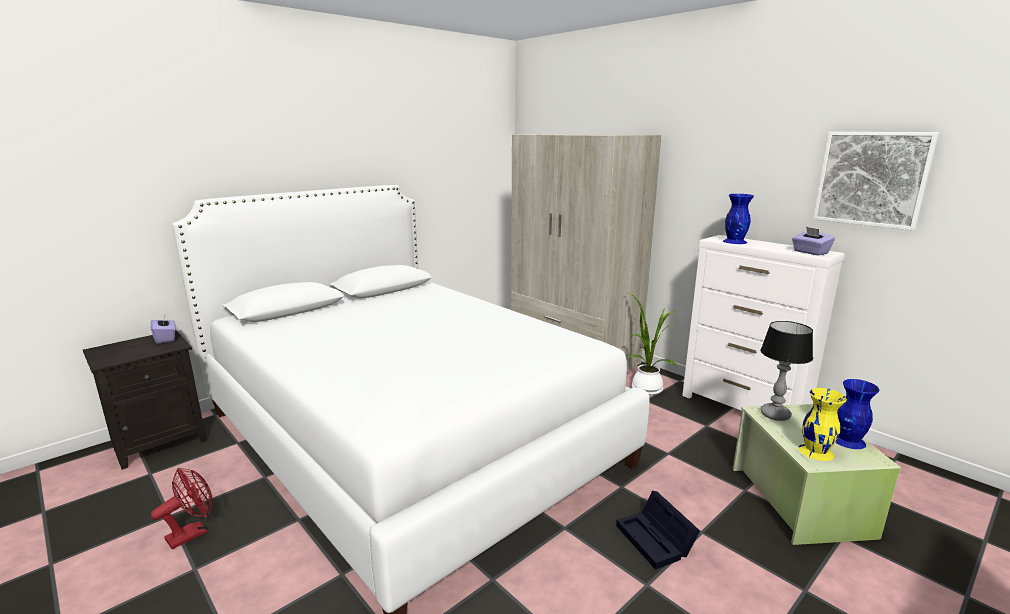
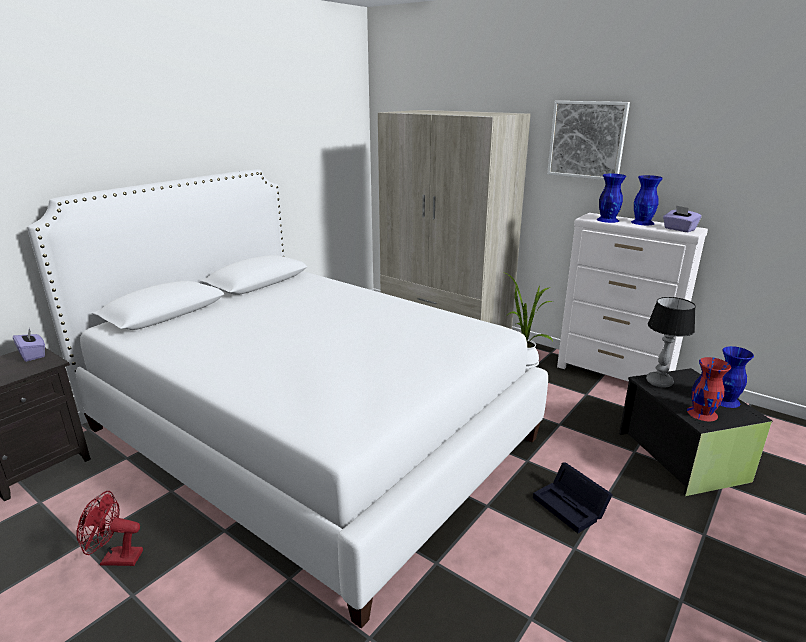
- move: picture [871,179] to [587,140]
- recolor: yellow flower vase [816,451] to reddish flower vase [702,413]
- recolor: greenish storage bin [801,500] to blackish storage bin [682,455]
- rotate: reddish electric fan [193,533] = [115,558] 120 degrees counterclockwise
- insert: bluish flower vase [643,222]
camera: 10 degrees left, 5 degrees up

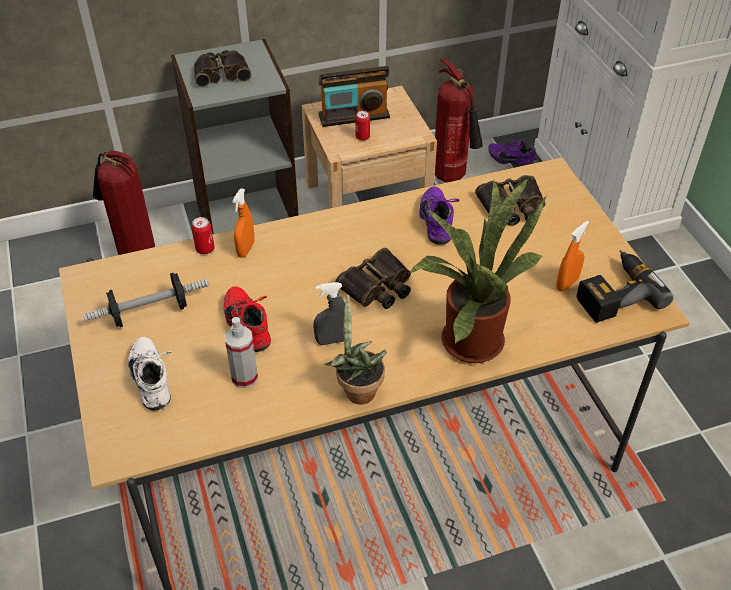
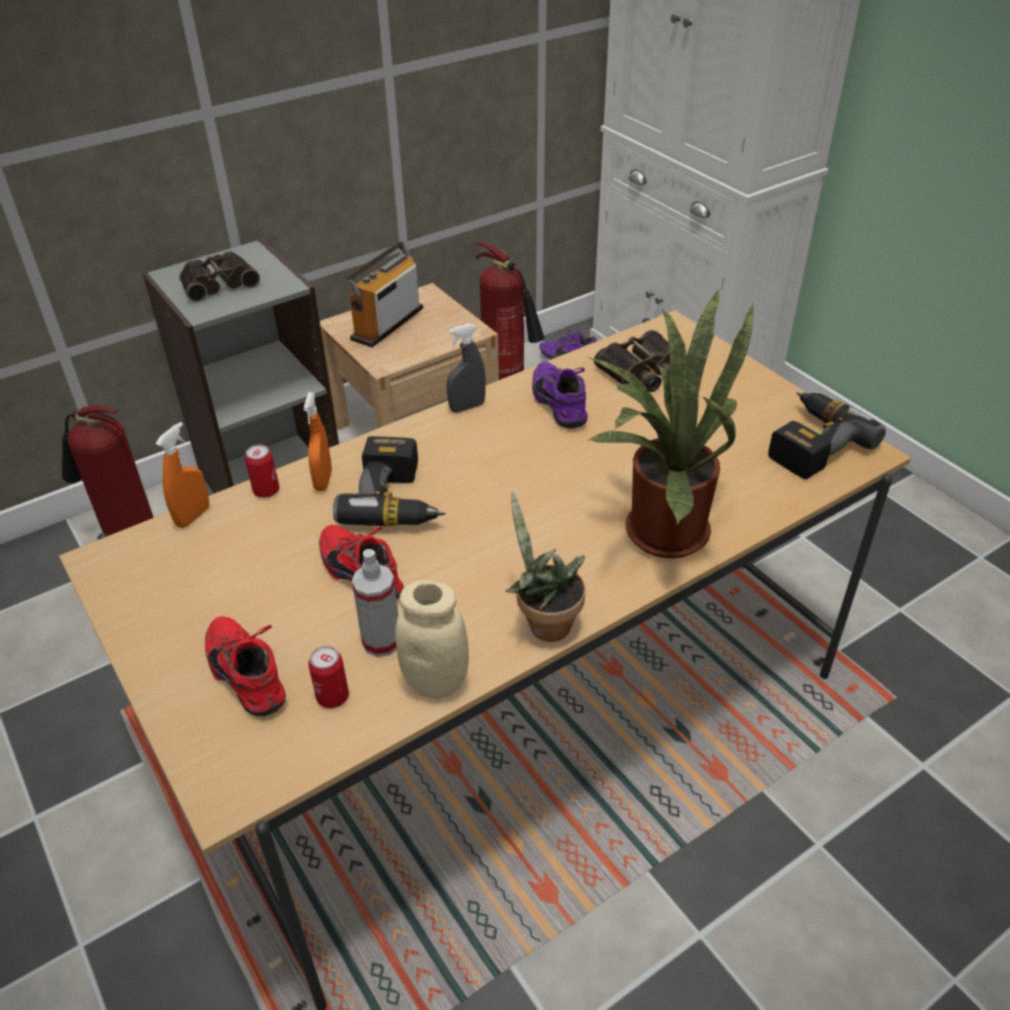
- rotate: radio set [354,116] = [387,324] 150 degrees clockwise
- move: sealed can [362,137] to [332,697]
- move: orangey sprayer [567,284] to [193,516]
- delete: pair of binoculars [378,287]
- delete: free weight [150,312]
- move: grey sprayer [332,340] to [467,407]
- recolor: whitish low shoe [154,380] to reddish low shoe [251,674]
- insert: electric drill [398,498]
- insert: beige preserve jar [435,681]
camera: 15 degrees left, 5 degrees down

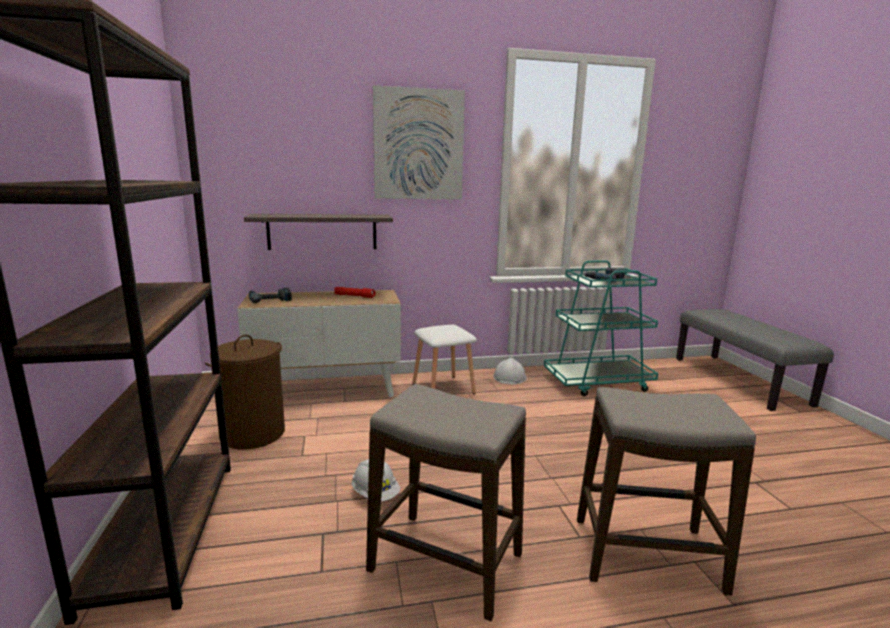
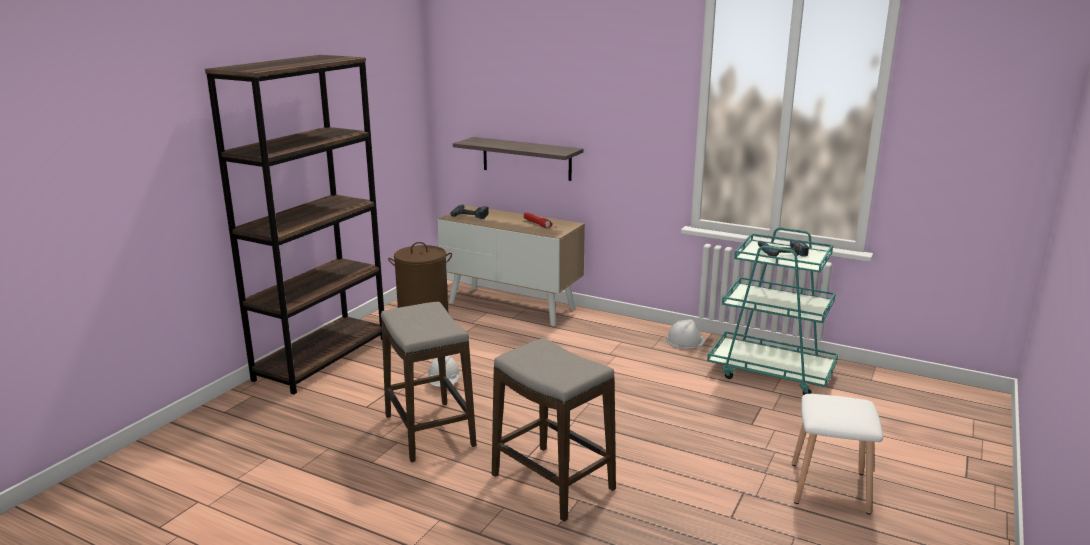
- delete: picture [418,145]
- delete: grey bench [740,381]
- move: whitish stool [444,388] to [831,487]
camera: 40 degrees right, 5 degrees up

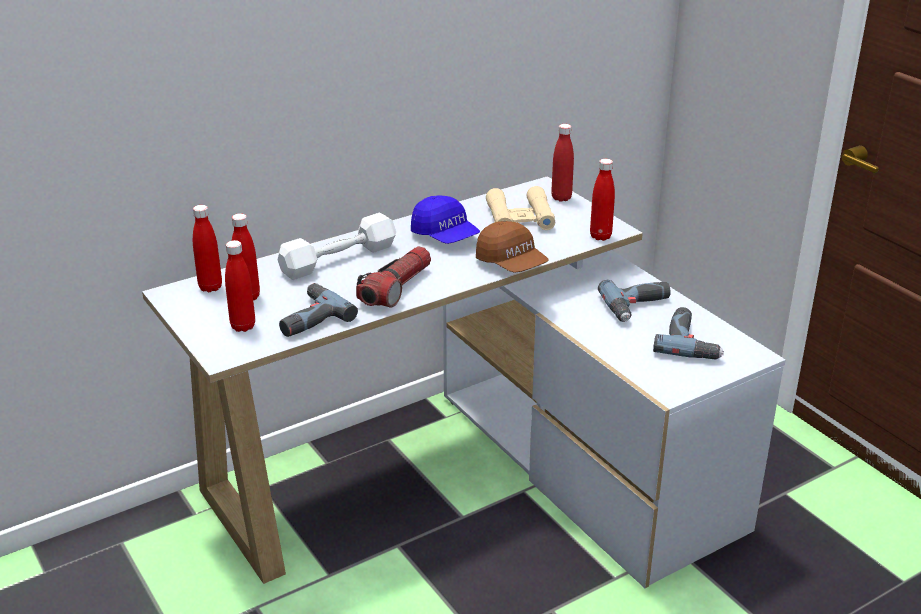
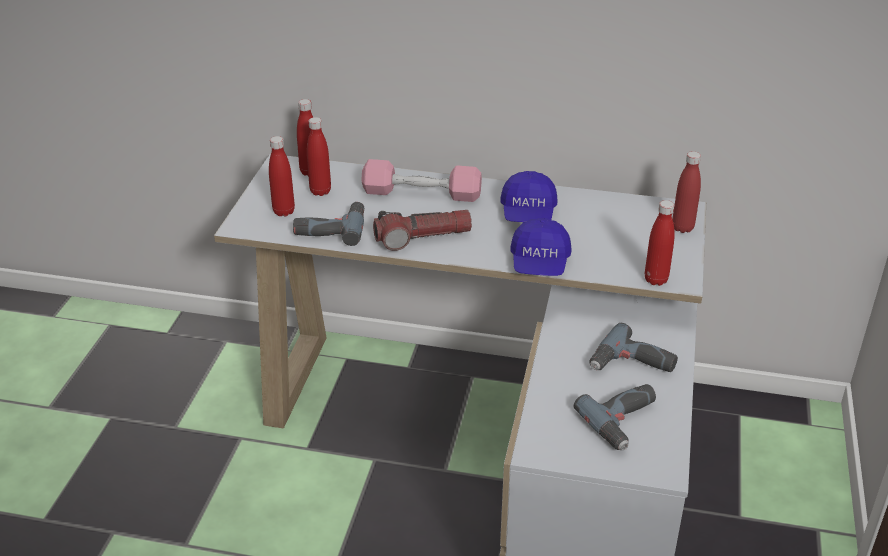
- delete: beige pair of binoculars [520,218]
- recolor: whitish free weight [338,259] to pink-coloured free weight [421,193]
- recolor: brown-coloured cap [511,264] to bluish cap [539,264]
camera: 45 degrees right, 5 degrees up

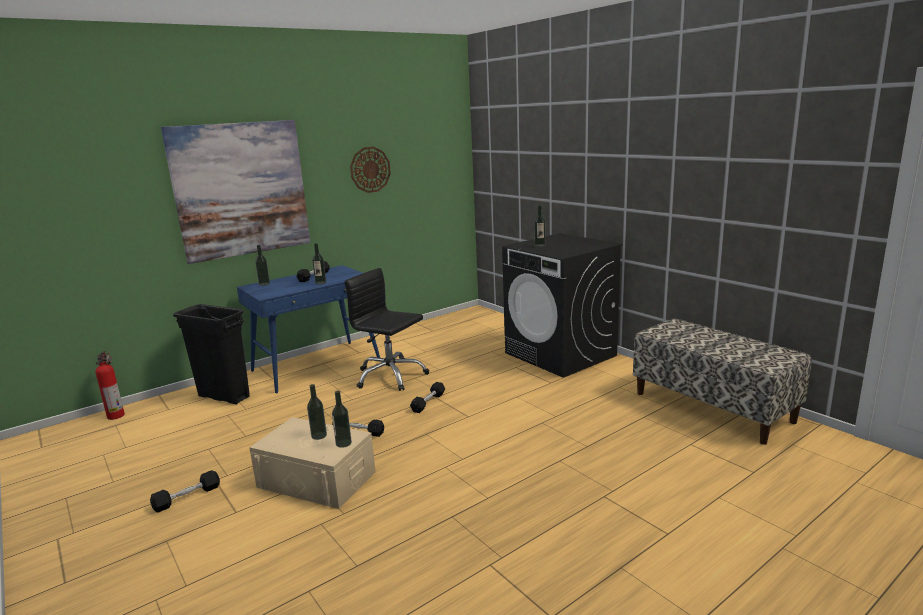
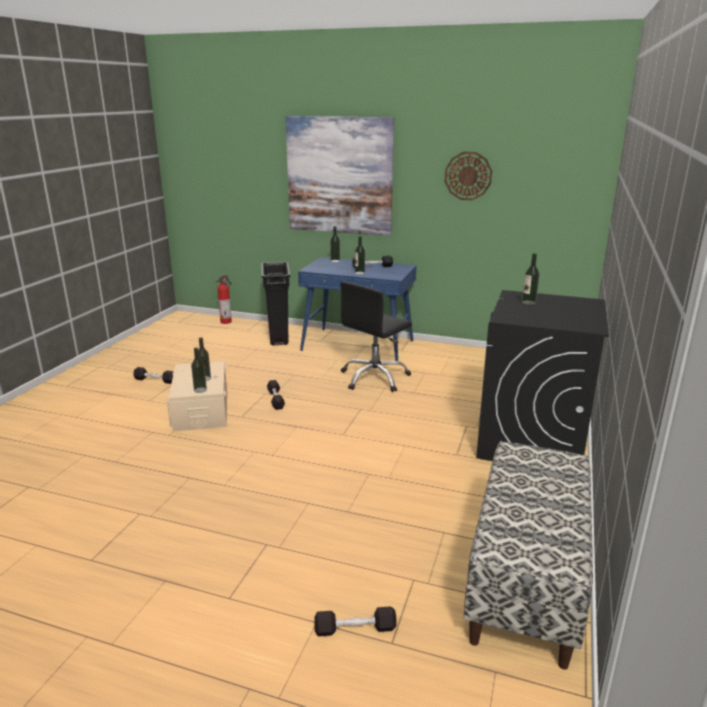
- rotate: blackish computer chair [390,376] = [375,378] 135 degrees counterclockwise
- move: blackish free weight [428,402] to [355,629]
camera: 55 degrees right, 5 degrees up

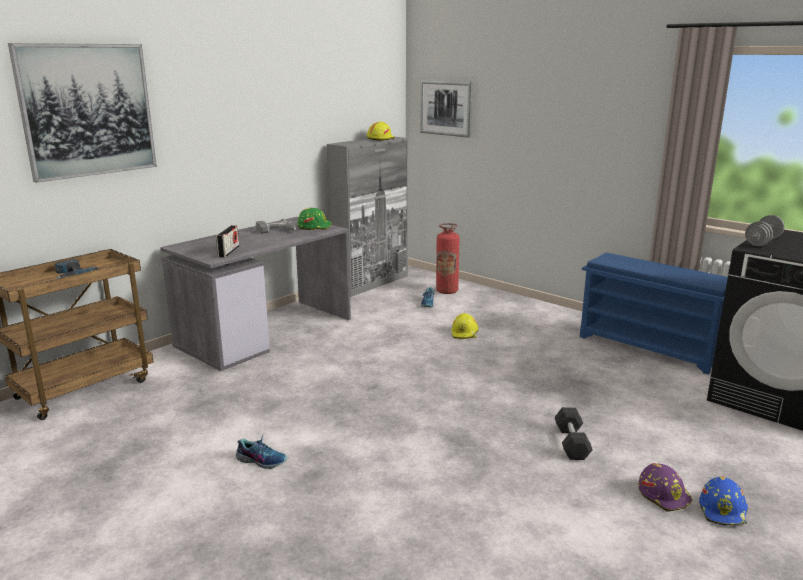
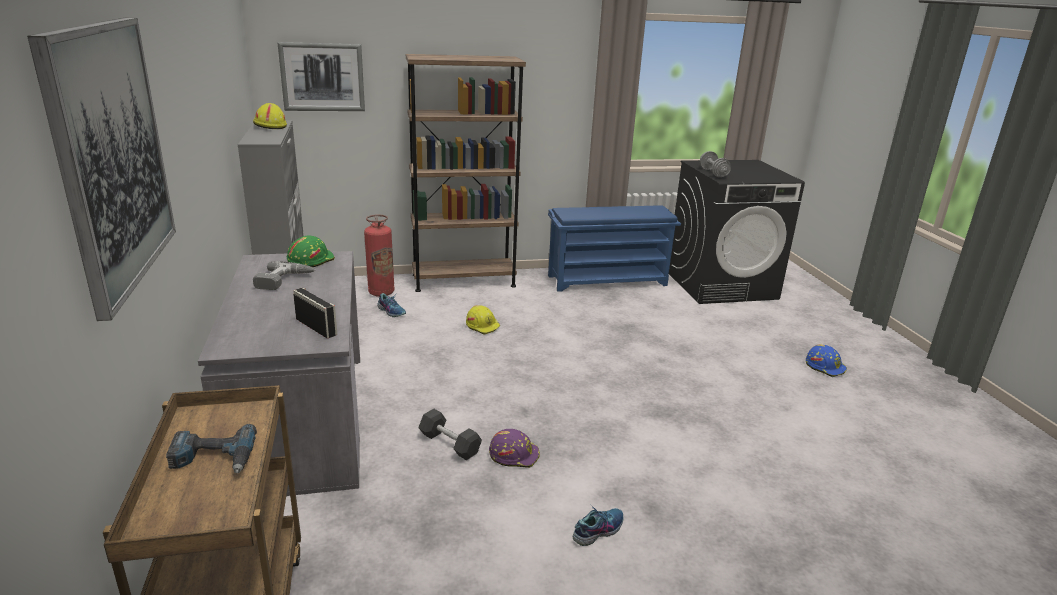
- move: blackish free weight [571,443] to [449,444]
- move: purplish hard hat [664,495] to [514,455]
- insert: brown-coloured bookcase [463,280]
camera: 55 degrees left, 5 degrees up

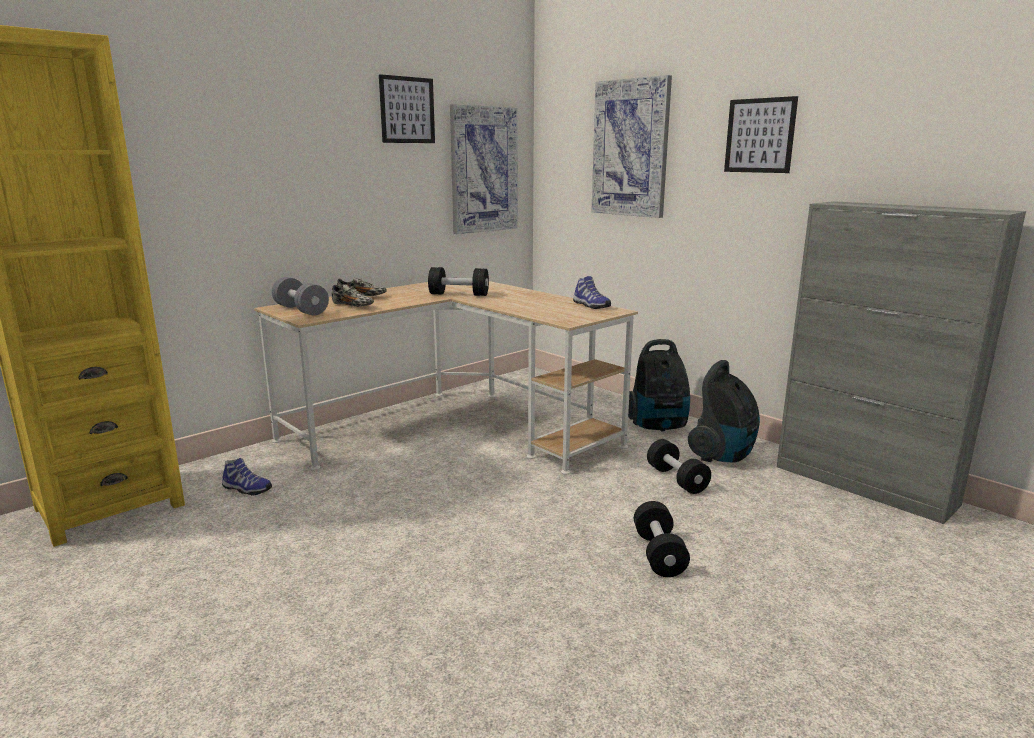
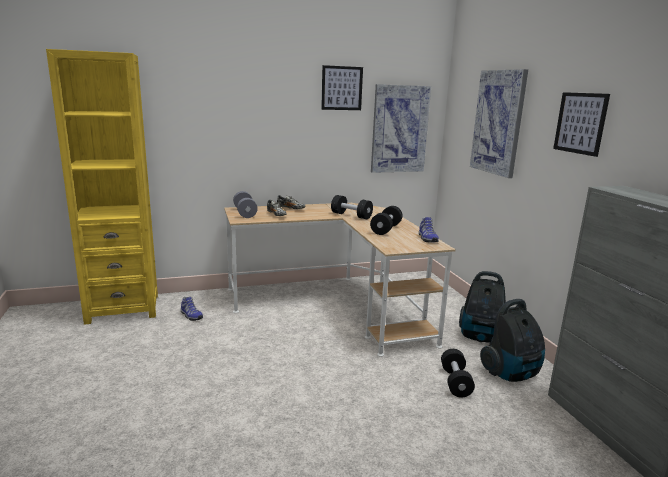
- move: blackish free weight [659,554] to [386,229]
camera: 25 degrees right, 0 degrees up

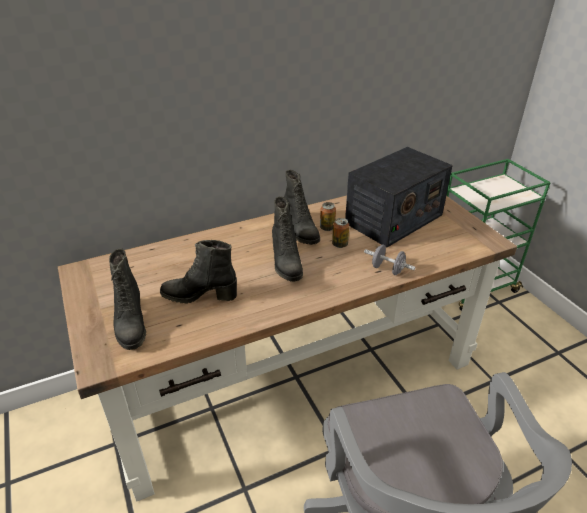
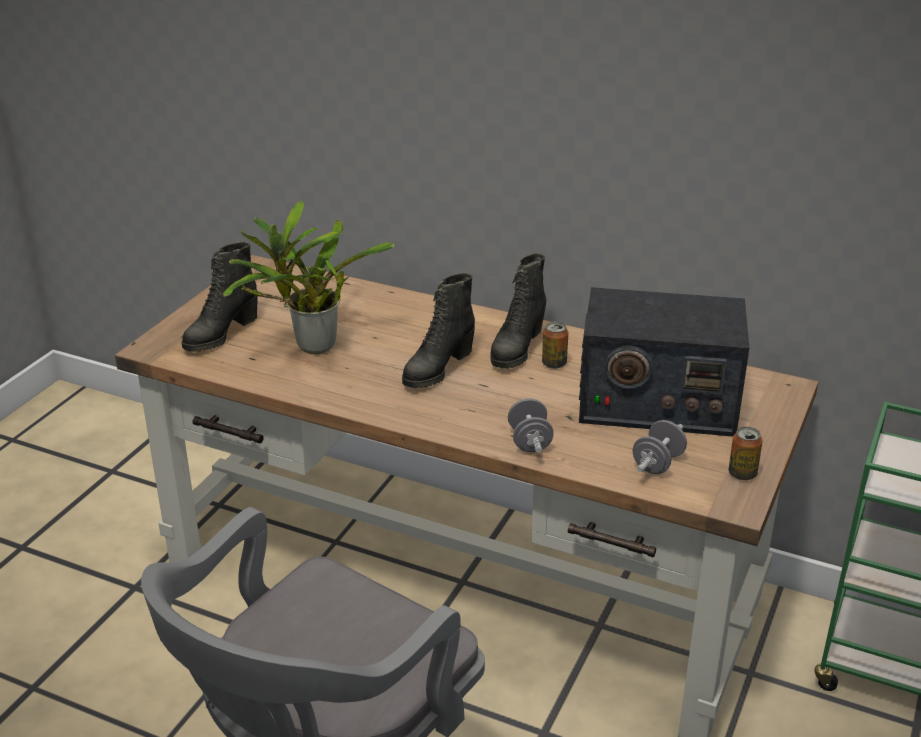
- move: sealed can [340,244] to [742,474]
- replace: blackish tall boot [199,295] to plant in a pot [310,346]
- insert: grey free weight [657,463]
camera: 50 degrees right, 5 degrees down

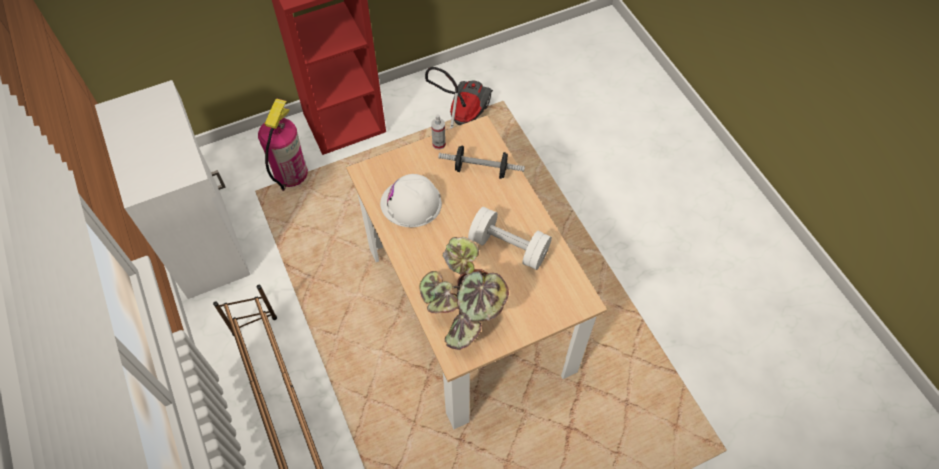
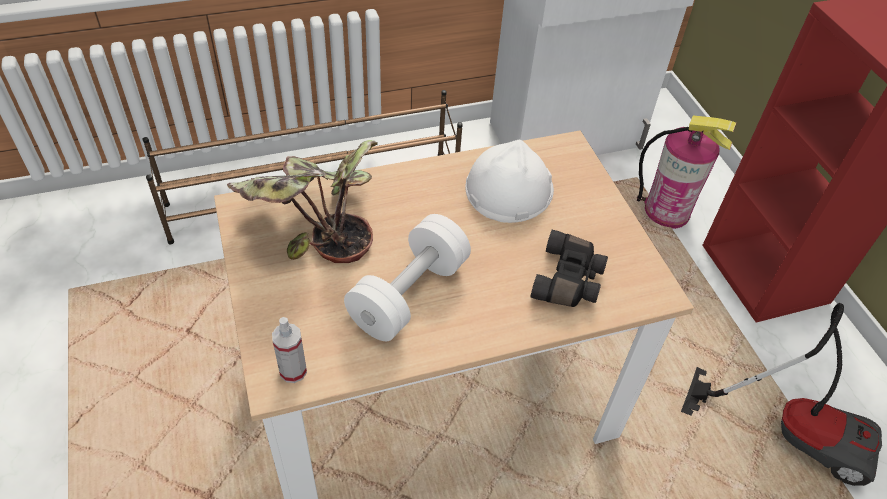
- move: sprayer [439,144] to [293,371]
- replace: free weight [481,169] to blackish pair of binoculars [569,280]
camera: 95 degrees right, 10 degrees down

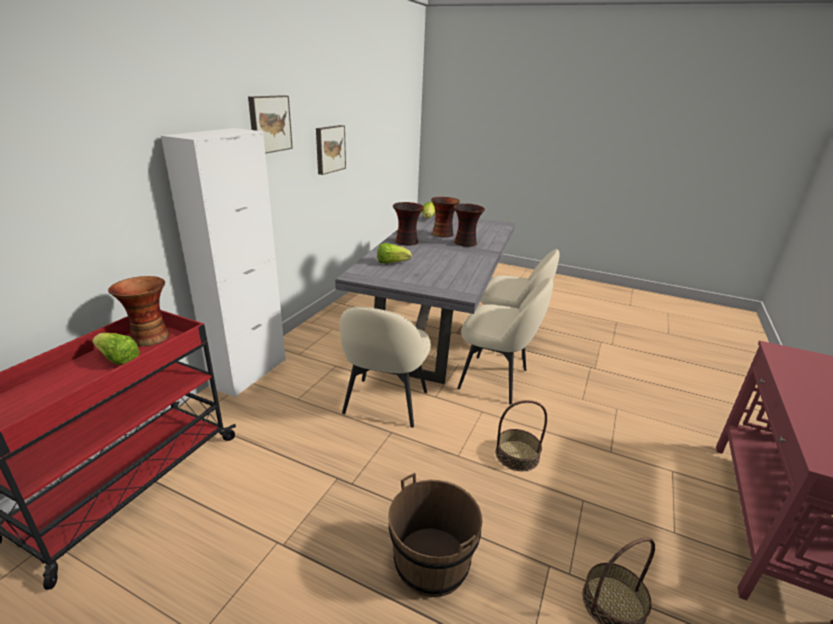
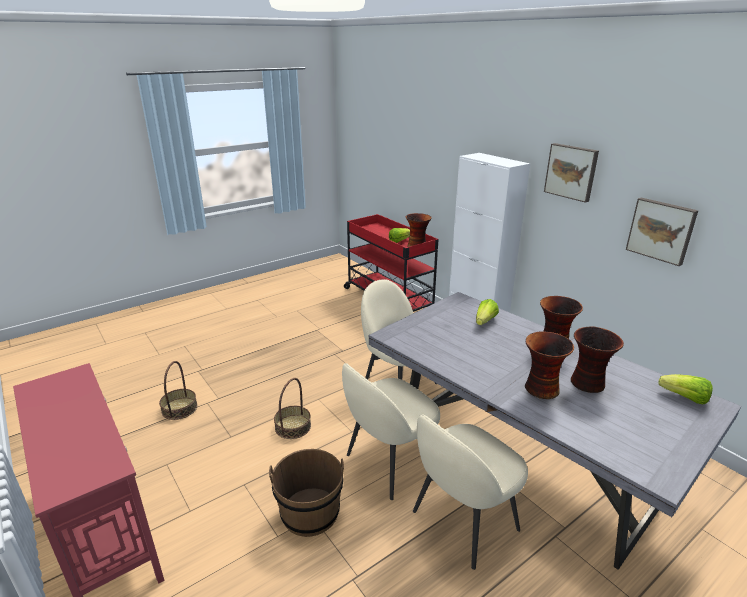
- move: brown-coloured bucket [431,562] to [310,512]
camera: 120 degrees right, 0 degrees up

